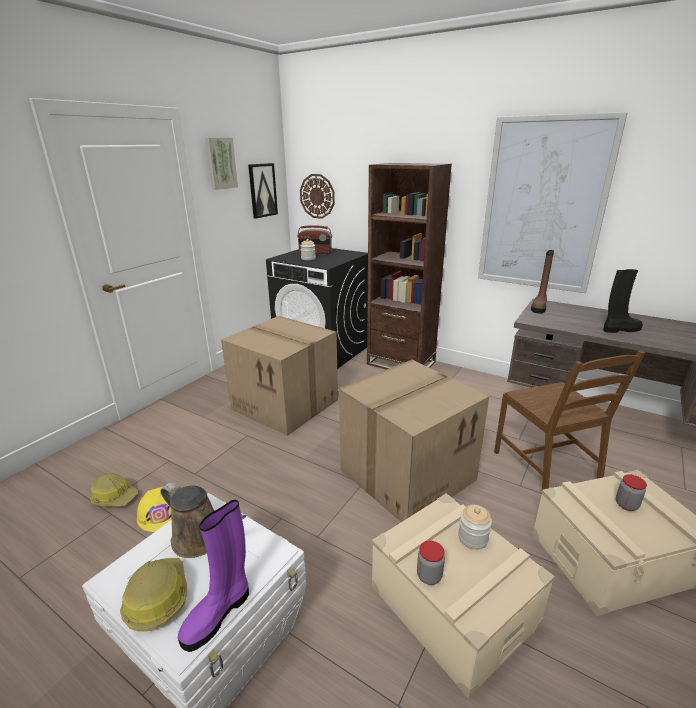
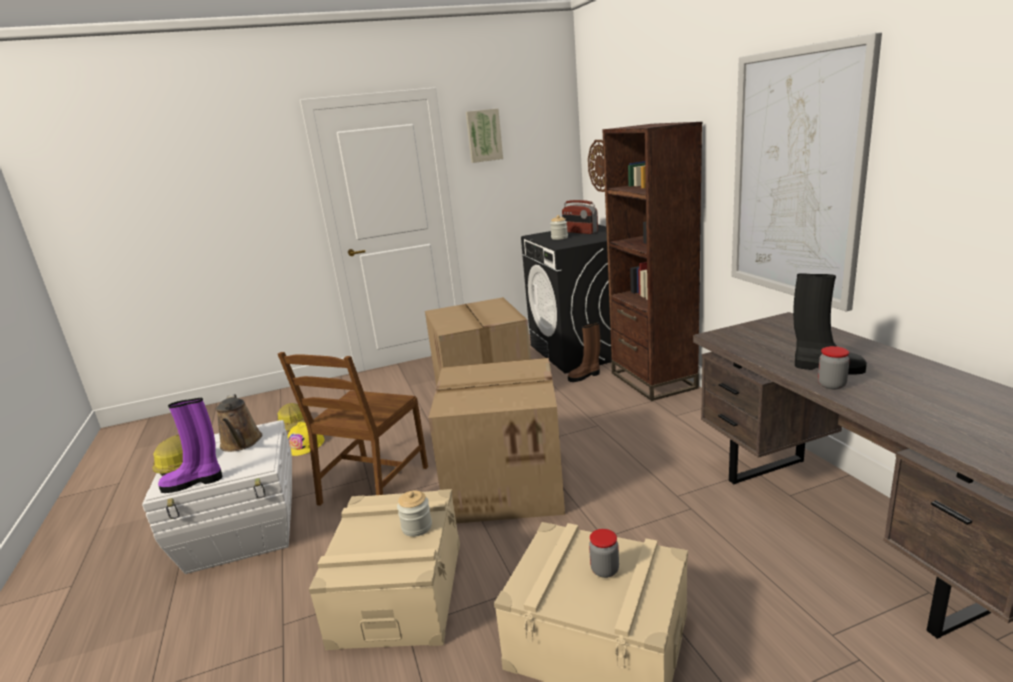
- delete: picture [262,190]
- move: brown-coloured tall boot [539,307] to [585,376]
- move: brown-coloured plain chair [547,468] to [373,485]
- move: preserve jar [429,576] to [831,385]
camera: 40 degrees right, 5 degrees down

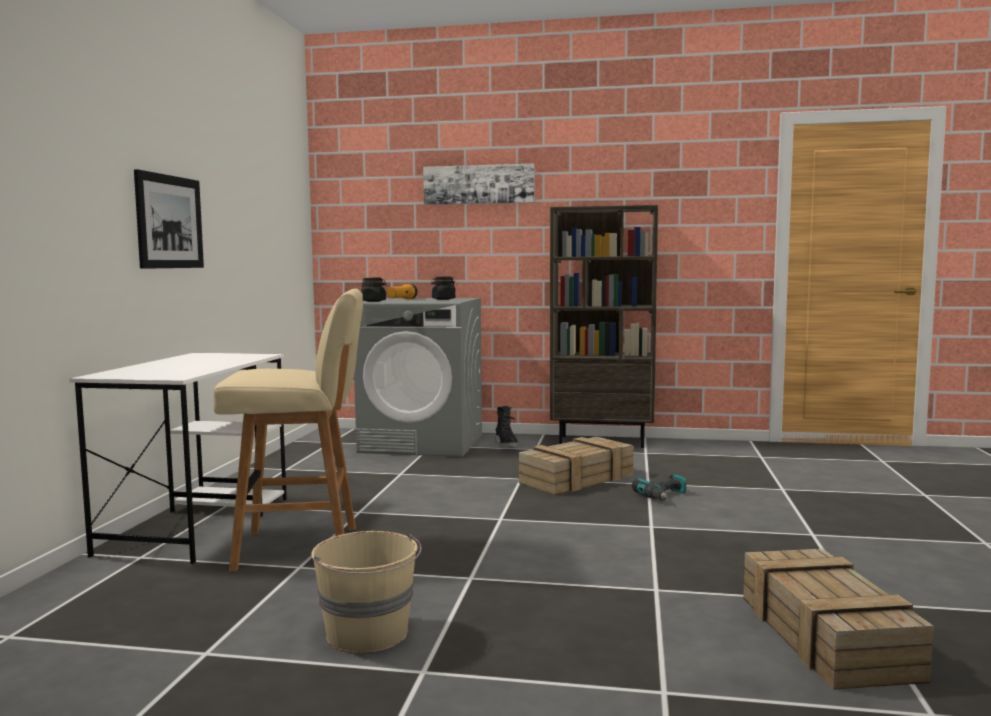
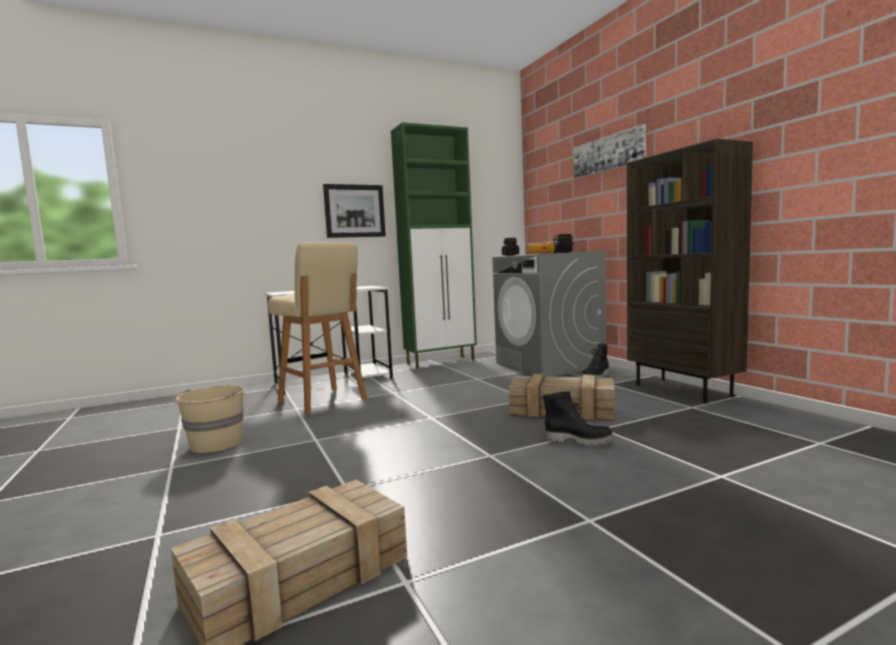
- replace: electric drill [663,496] to blackish tall boot [578,441]
- insert: greenish storage cabinet [441,362]
camera: 55 degrees right, 0 degrees up

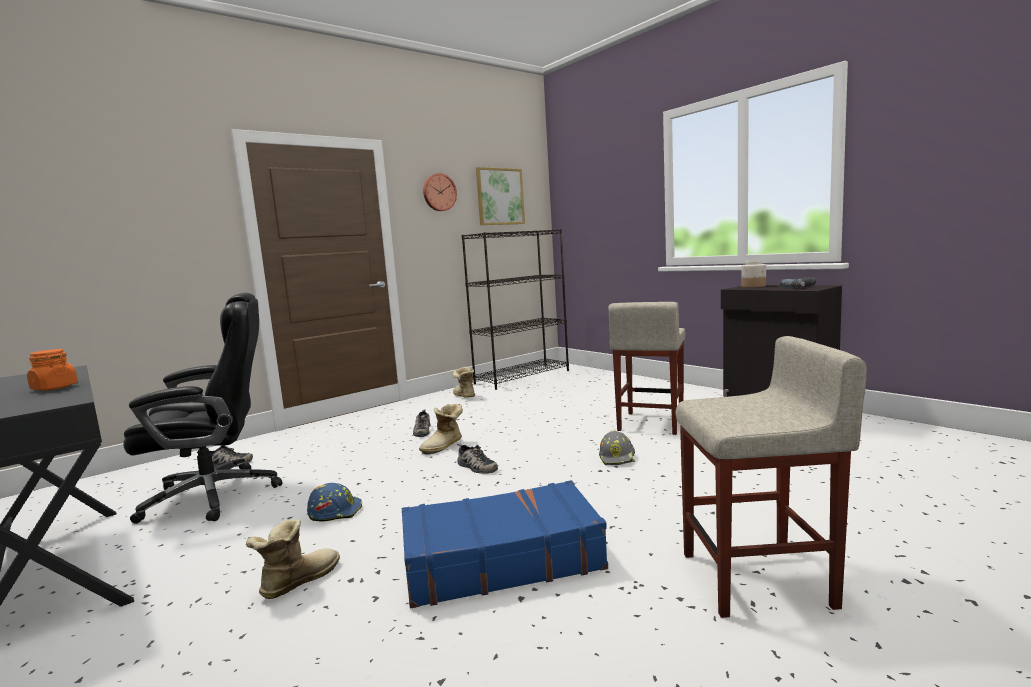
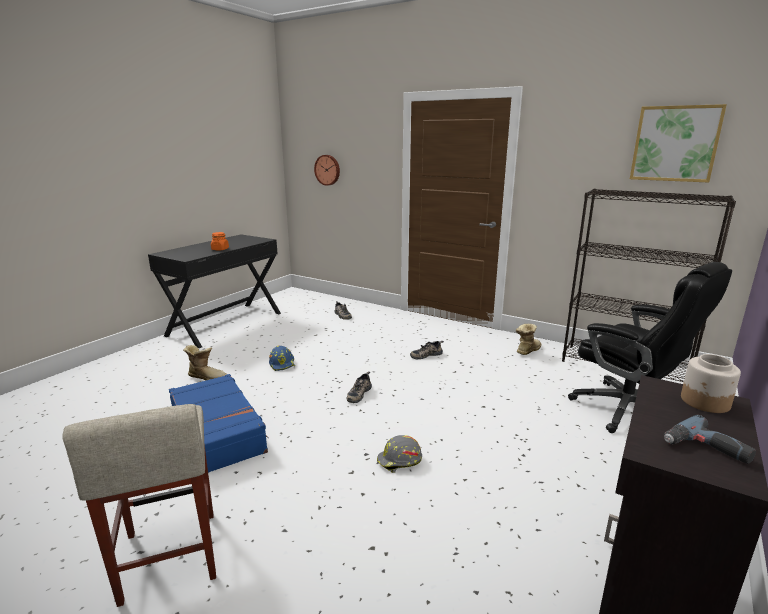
- move: clock on the wall [439,192] to [328,170]
- move: blackish computer chair [216,495] to [628,411]
- delete: beige stool [650,423]
- delete: tall boot [444,446]
camera: 70 degrees right, 10 degrees up

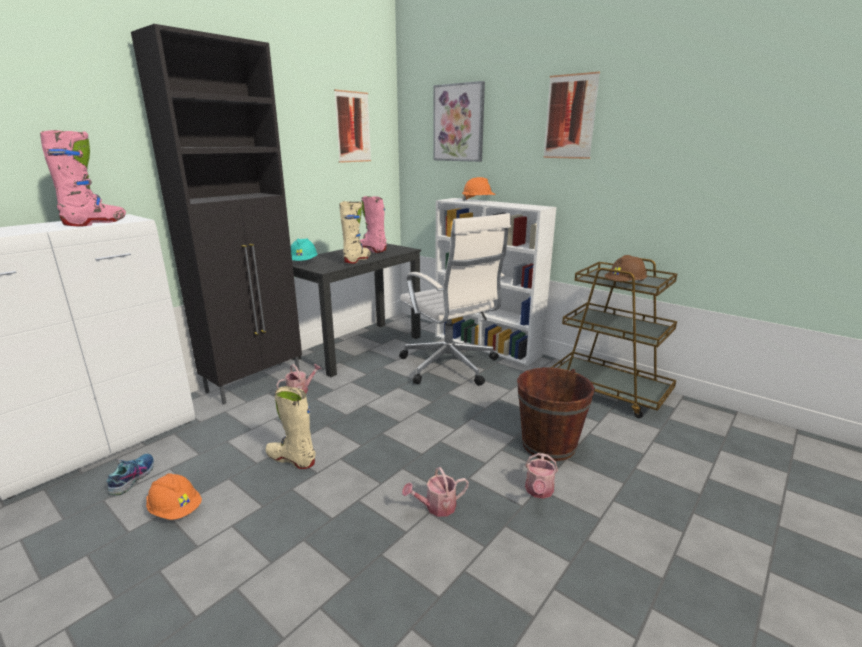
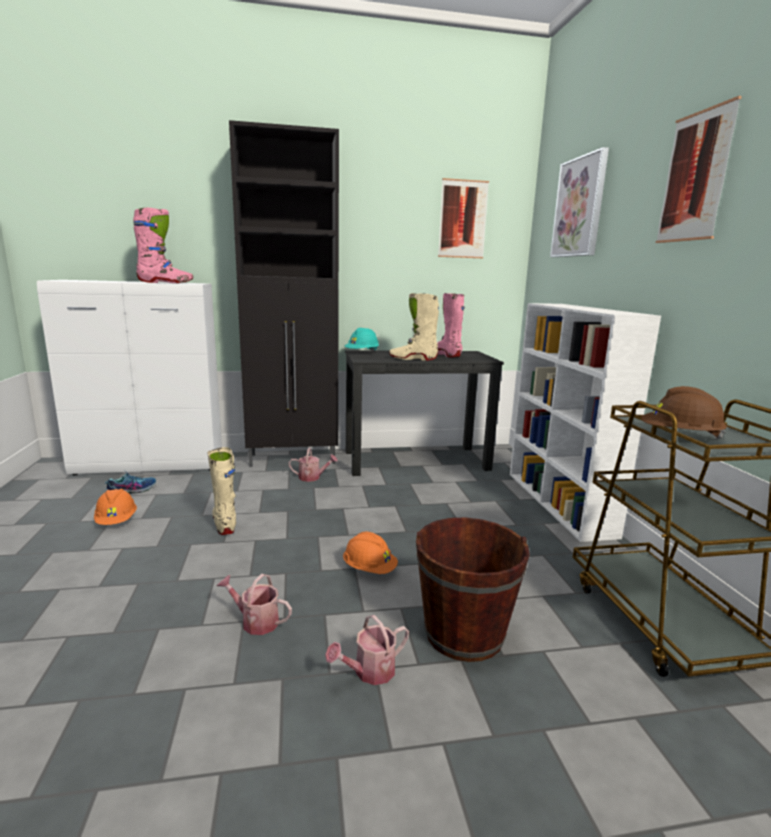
- move: orangey hard hat [478,201] to [369,569]
- rotate: beige tall boot [357,260] = [413,359] 150 degrees counterclockwise
- delete: whitish computer chair [450,367]
camera: 40 degrees right, 5 degrees down

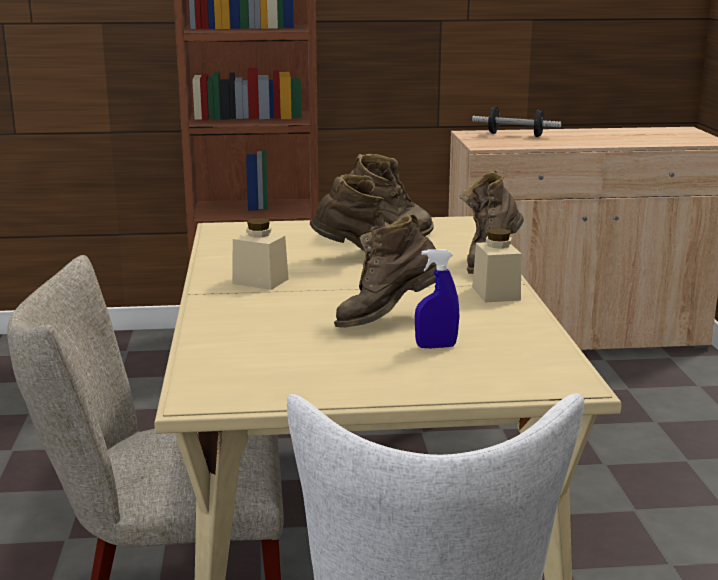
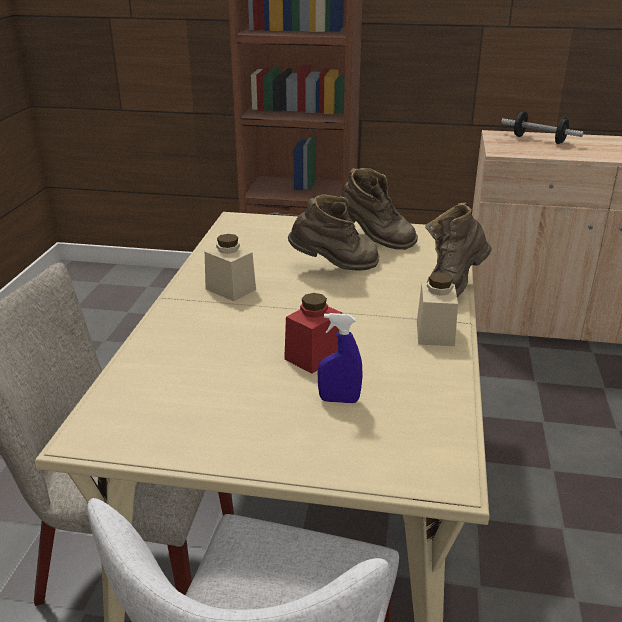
- replace: brown-coloured tall boot [388,320] to reddish preserve jar [314,356]
camera: 15 degrees right, 10 degrees up

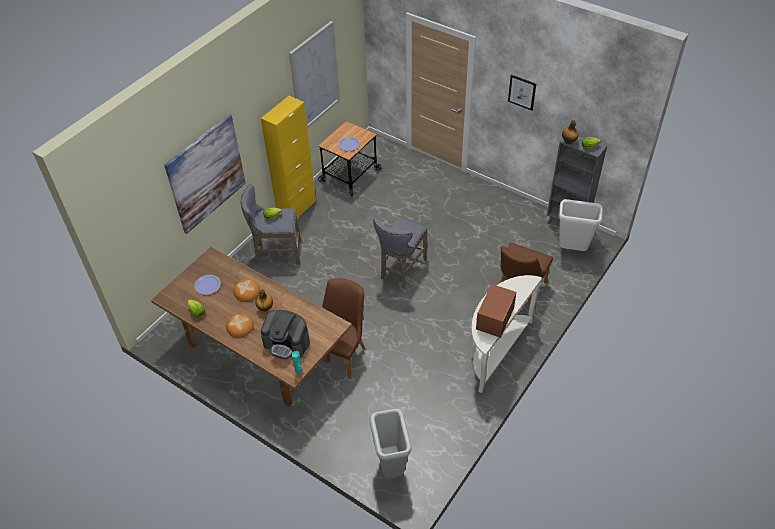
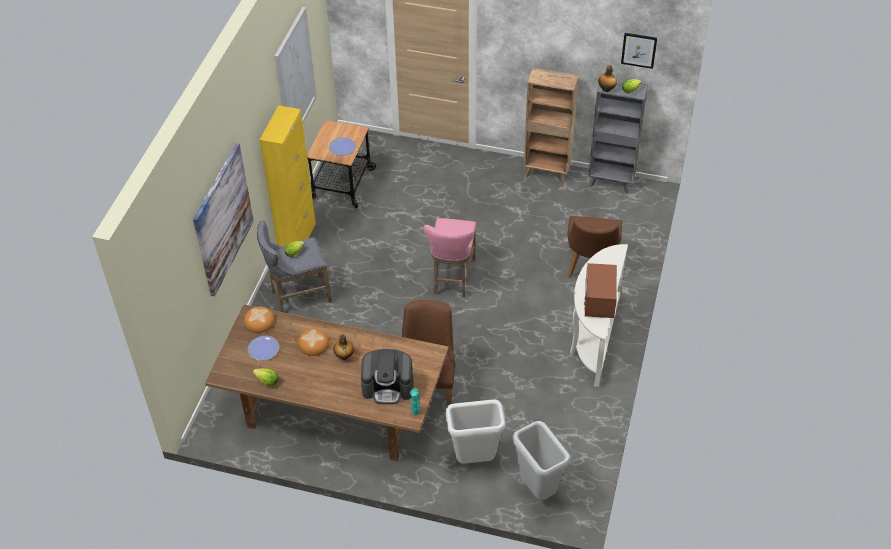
- move: picture [522,92] to [639,50]
- move: whitish rubbish bin [572,250] to [474,460]
- recolor: grey stool [401,270] to pink-coloured stool [452,279]
- move: bread [240,327] to [259,321]
- insert: brown-coloured bookcase [547,172]
camera: 20 degrees left, 0 degrees up

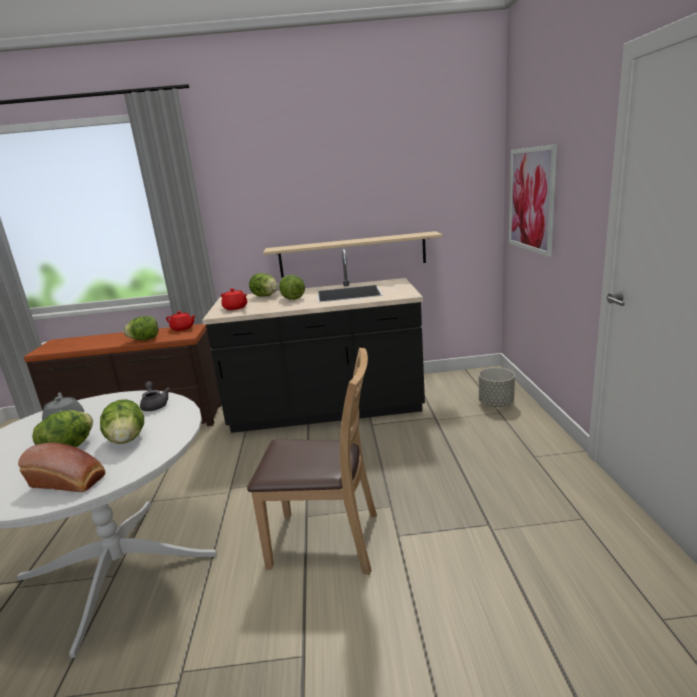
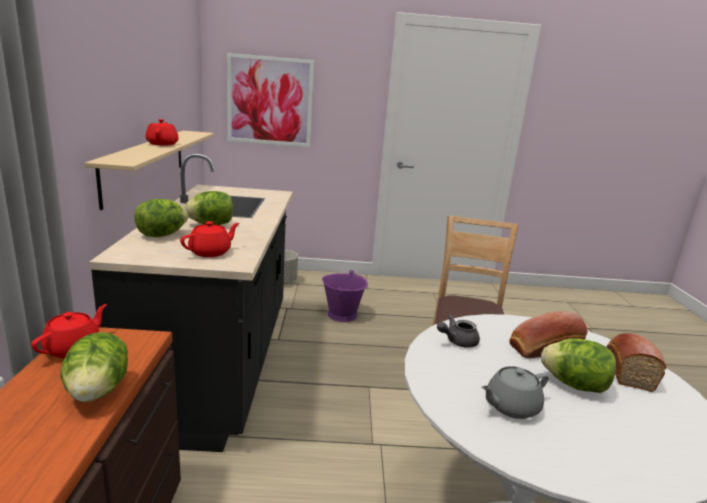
- replace: lettuce [127,440] to bread [542,349]
- insert: reddish teapot [163,144]
- insert: purplish bucket [342,314]
camera: 90 degrees left, 0 degrees up

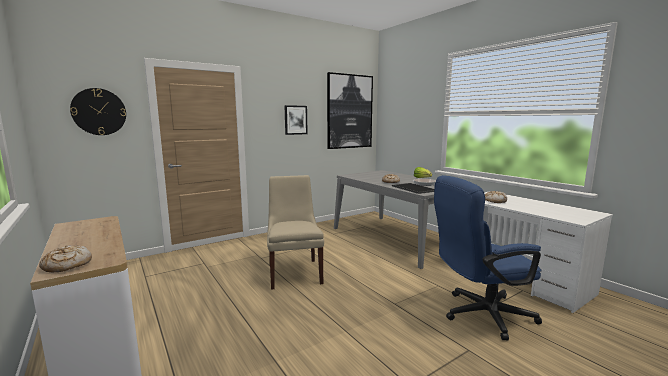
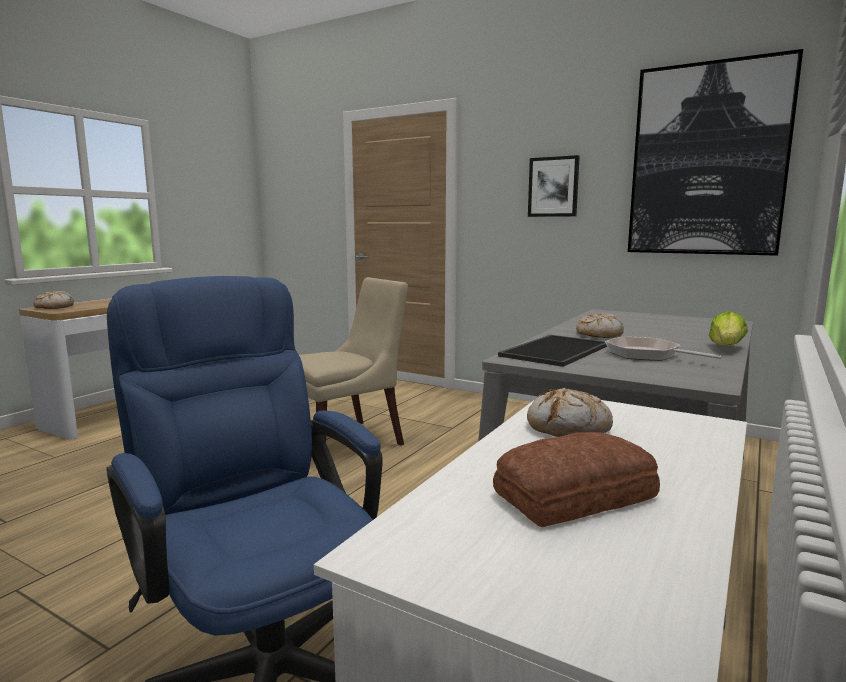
- delete: clock on the wall [99,112]
- insert: bread [578,496]
camera: 65 degrees right, 0 degrees up

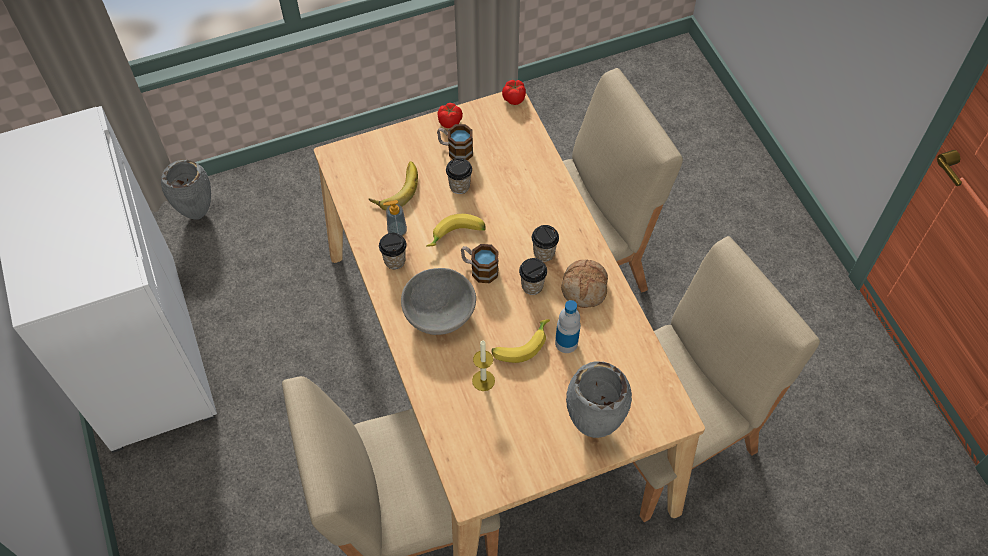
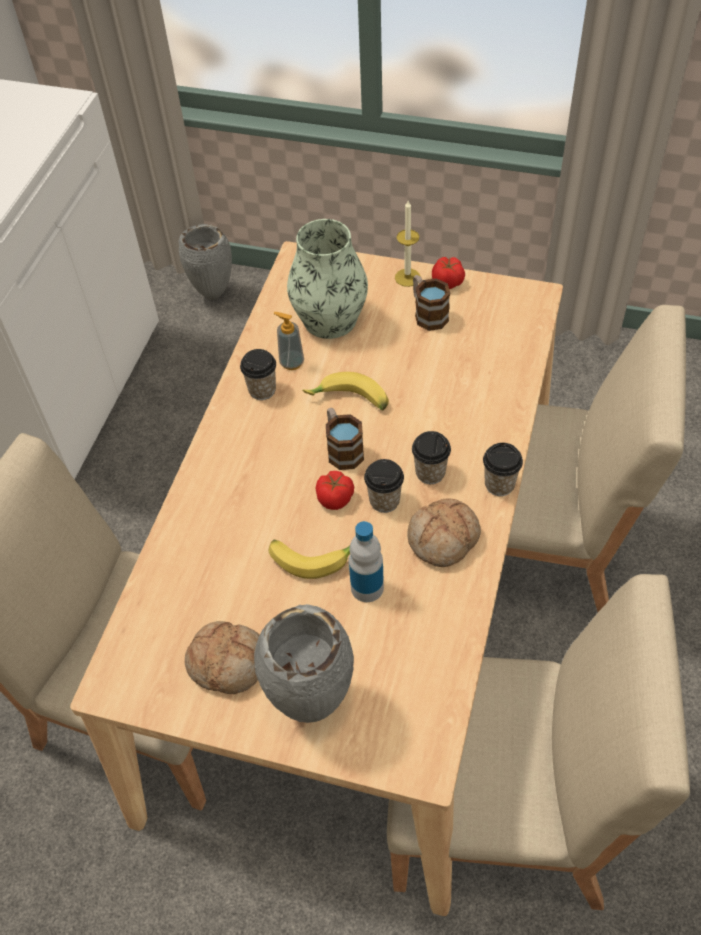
- move: fresh tomato [514,98] to [336,498]
- move: small cup [459,186] to [499,484]
- replace: whole banana [395,188] to flower vase [330,319]
- delete: grey serving bowl [439,312]
- move: candle [483,380] to [407,277]
- insert: bread [228,662]
camera: 40 degrees right, 5 degrees down

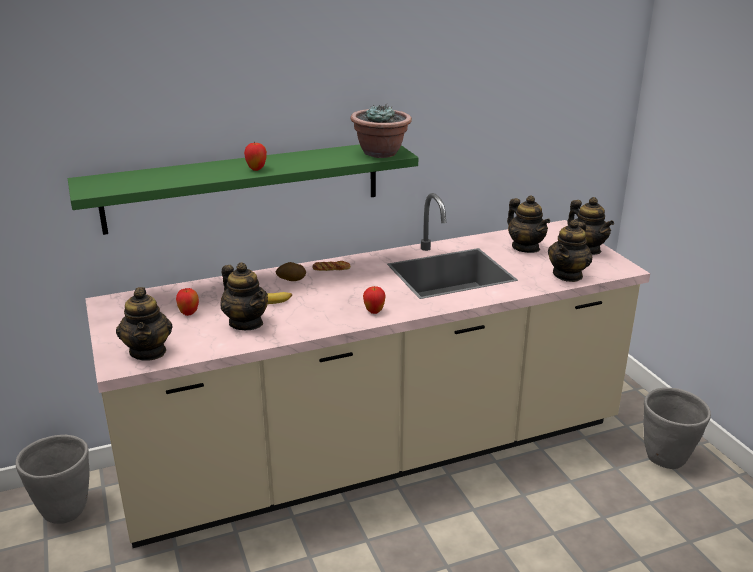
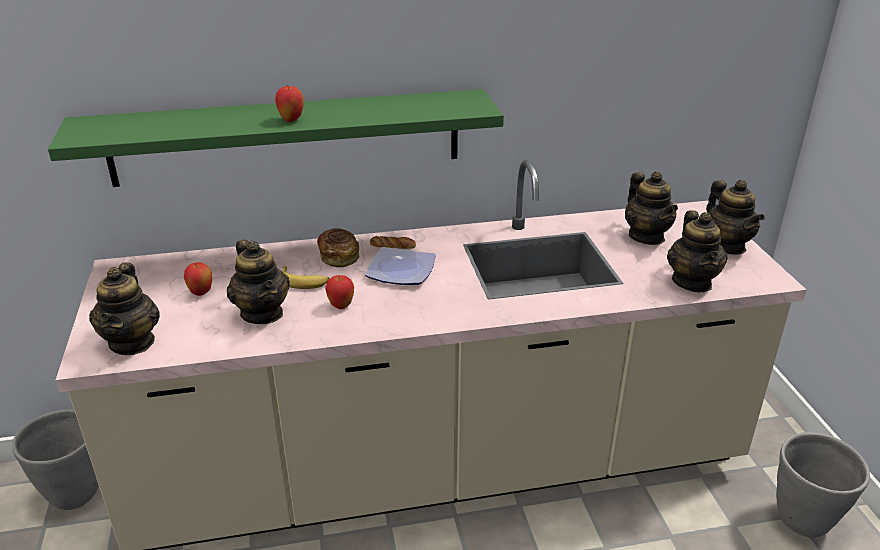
- delete: plant in a pot [381,153]
- rotate: teapot [568,275] = [692,282] 45 degrees counterclockwise
- replace: potato [291,280] to bread [339,257]
- move: apple fruit [374,311] to [341,306]
- insert: flat dish [402,270]
camera: 10 degrees right, 5 degrees up

